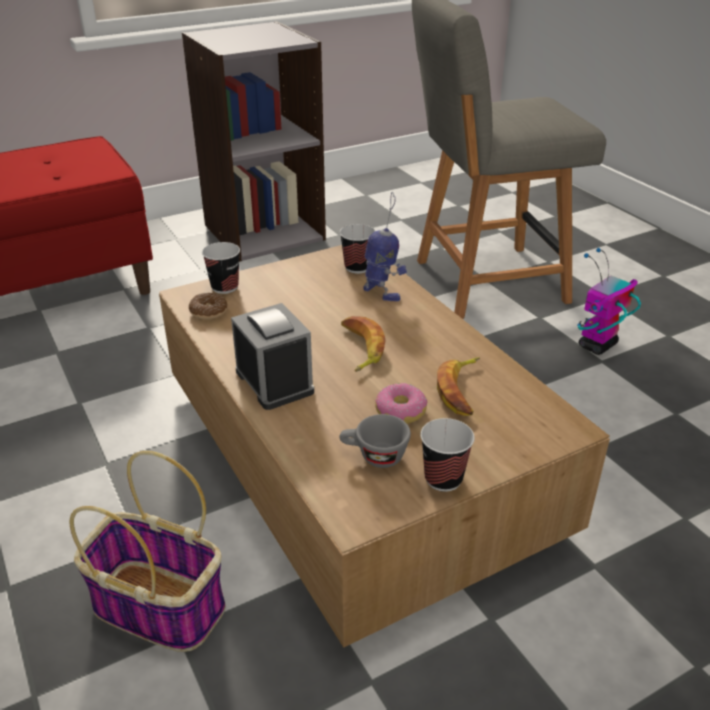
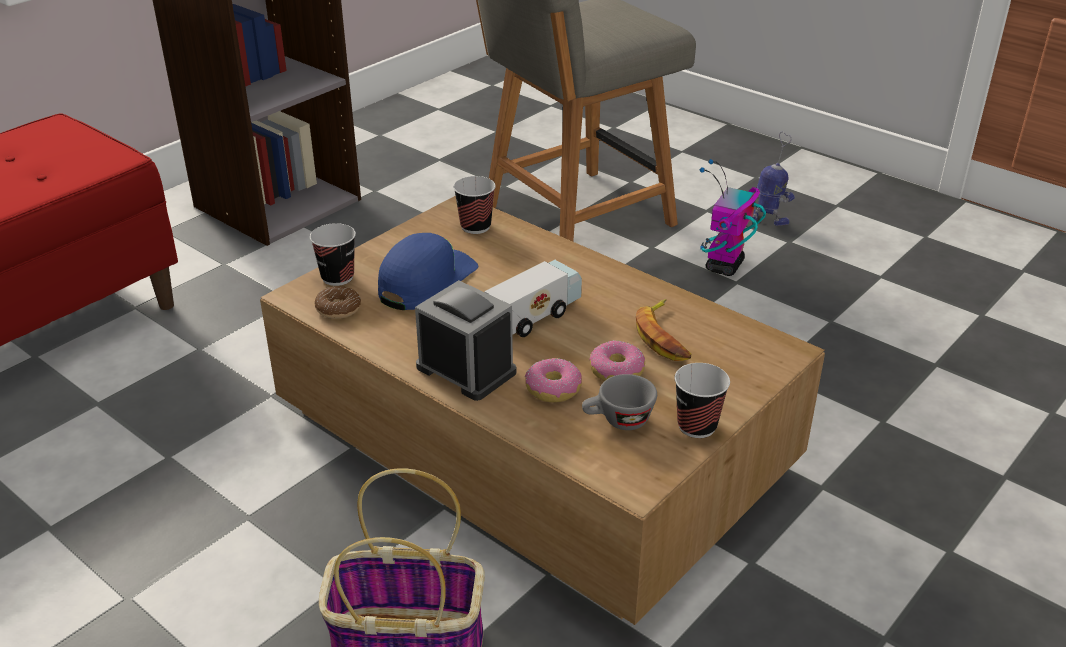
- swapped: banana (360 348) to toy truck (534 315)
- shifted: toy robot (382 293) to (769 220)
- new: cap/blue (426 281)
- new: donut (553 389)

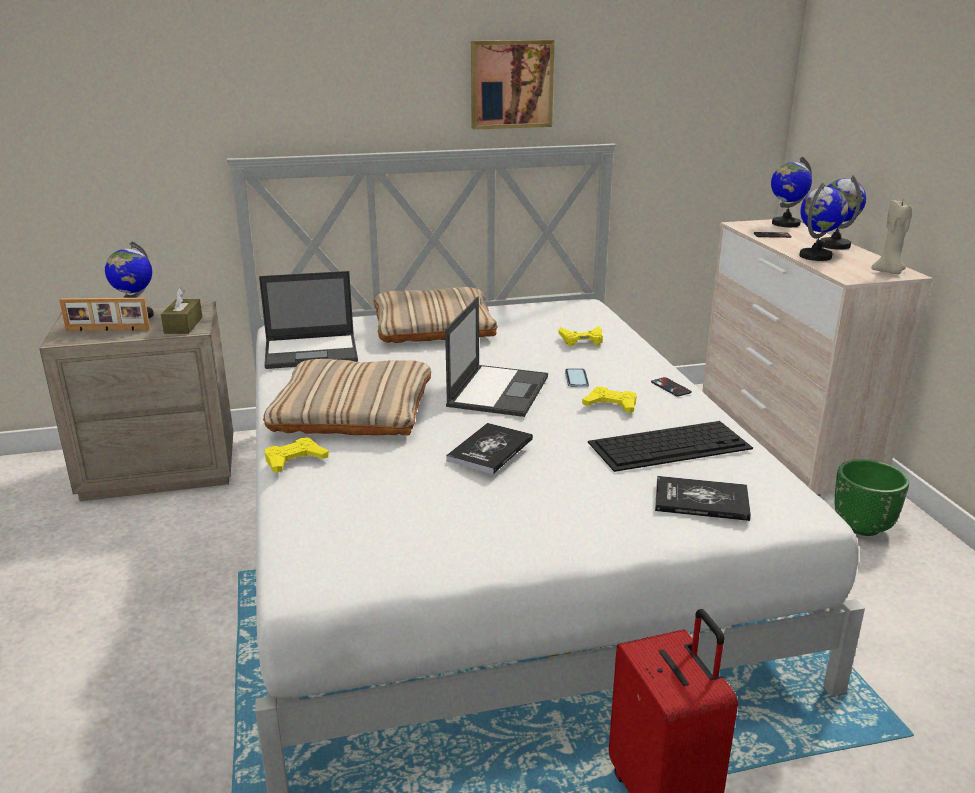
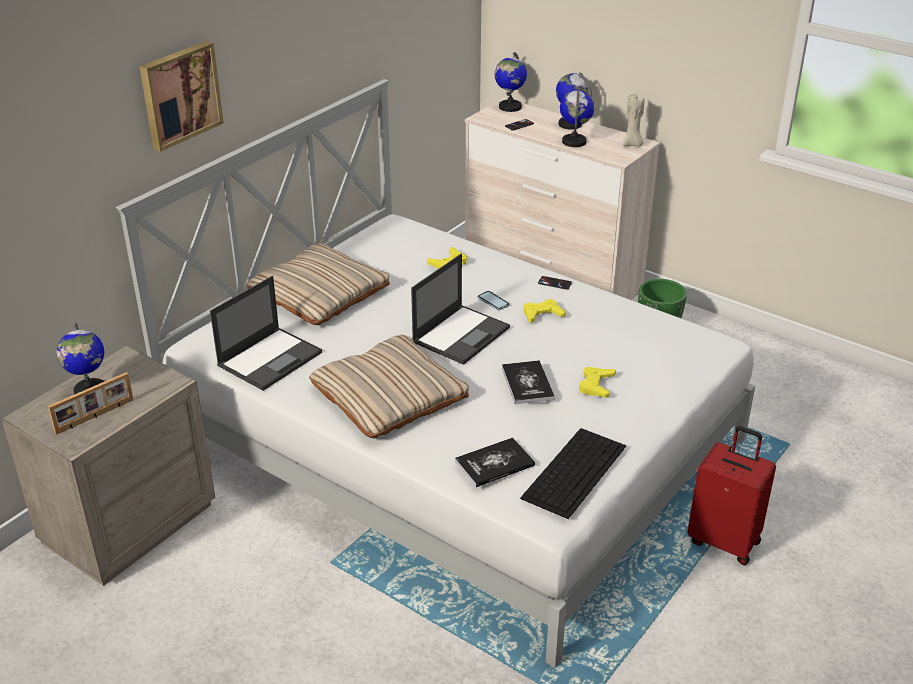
- gone: tissue box/brown (183 325)
- shifted: game controller/yellow (294 460) to (596 385)
- rotated: laptop (498 390) = (461 334) 60 degrees clockwise
- shifted: picture (511 84) to (179 94)
- shifted: keyboard (670 445) to (574 470)
- shifted: book (701 500) to (494 463)

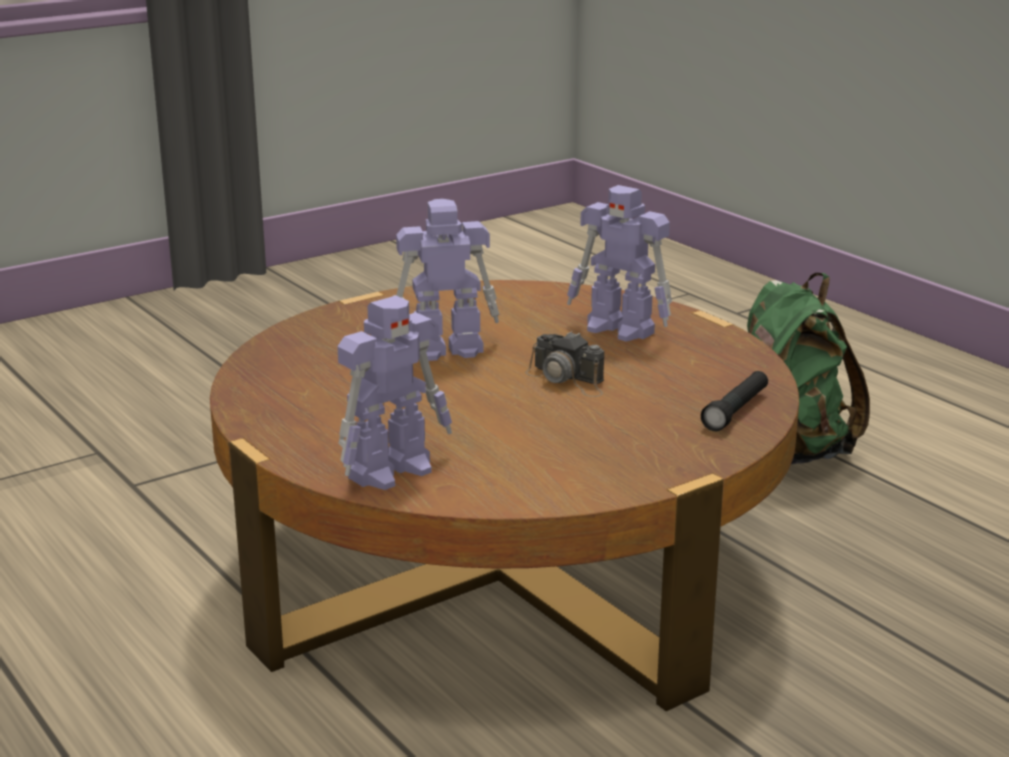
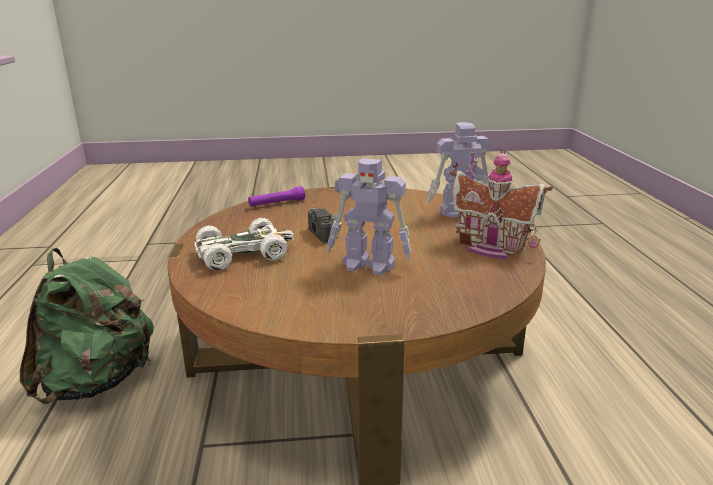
- swapped: toy robot (621 330) to toy car/white (243 254)
- repainted: flashlight/black (736 411) to flashlight/purple (277 203)
- new: toy house (491 248)

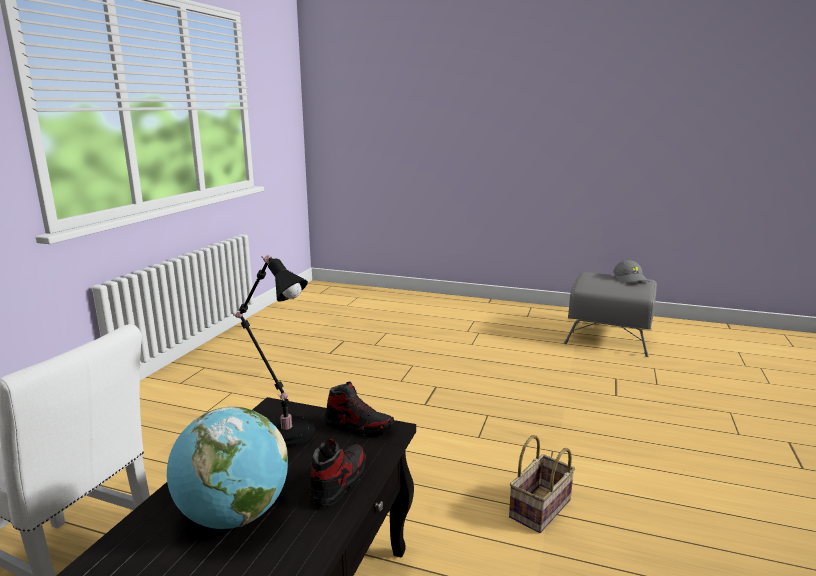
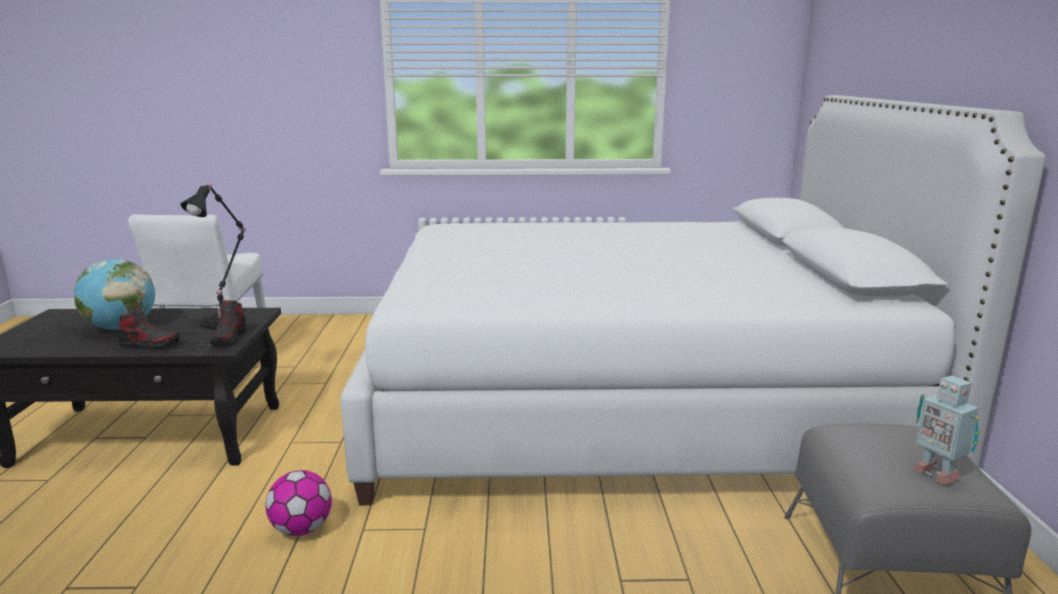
- swapped: basket (540 510) to football (302 529)
- swapped: cap/grey (631 279) to toy robot (936 473)
- new: bed/white (629 404)

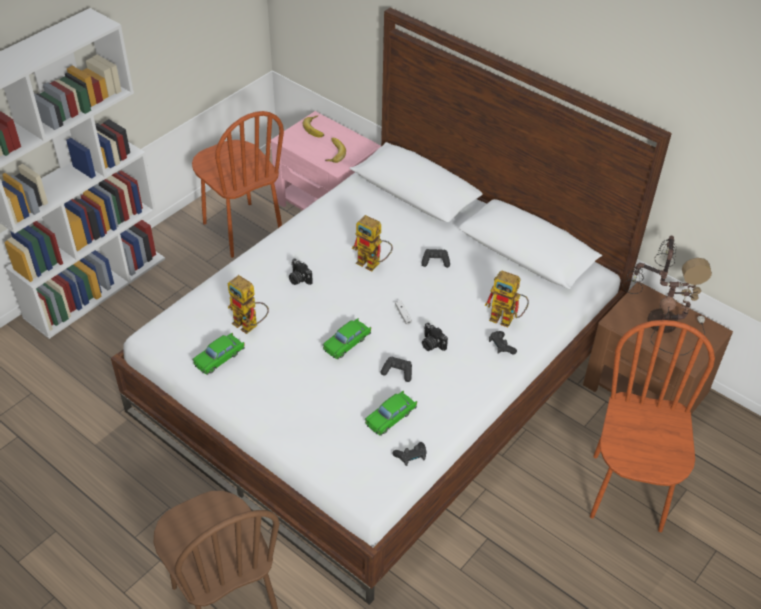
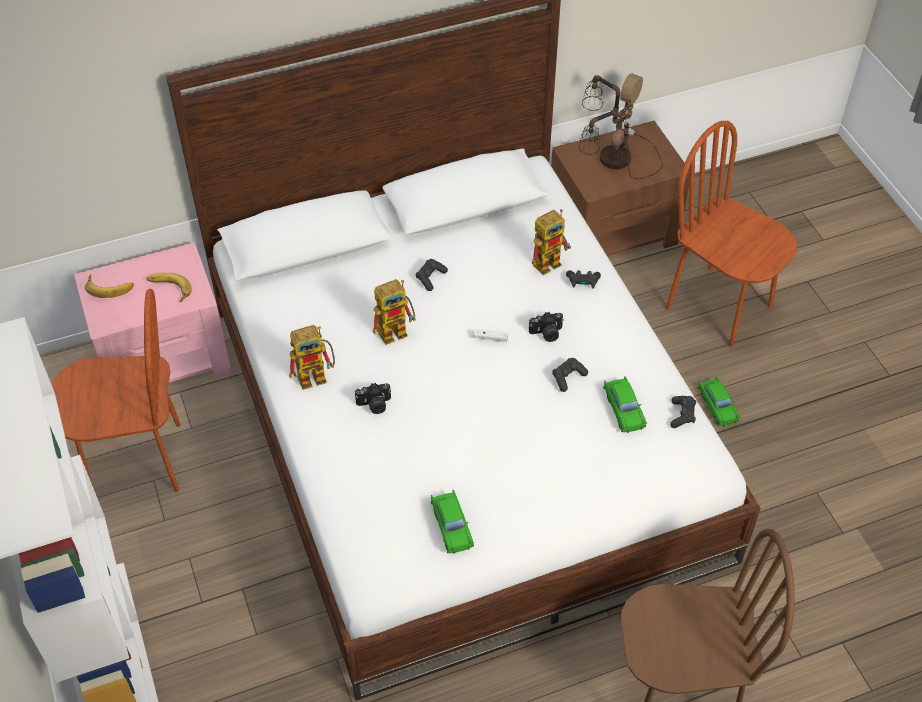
- shifted: toy robot (250 326) to (317 375)
- shifted: toy car/green (347 343) to (717 406)

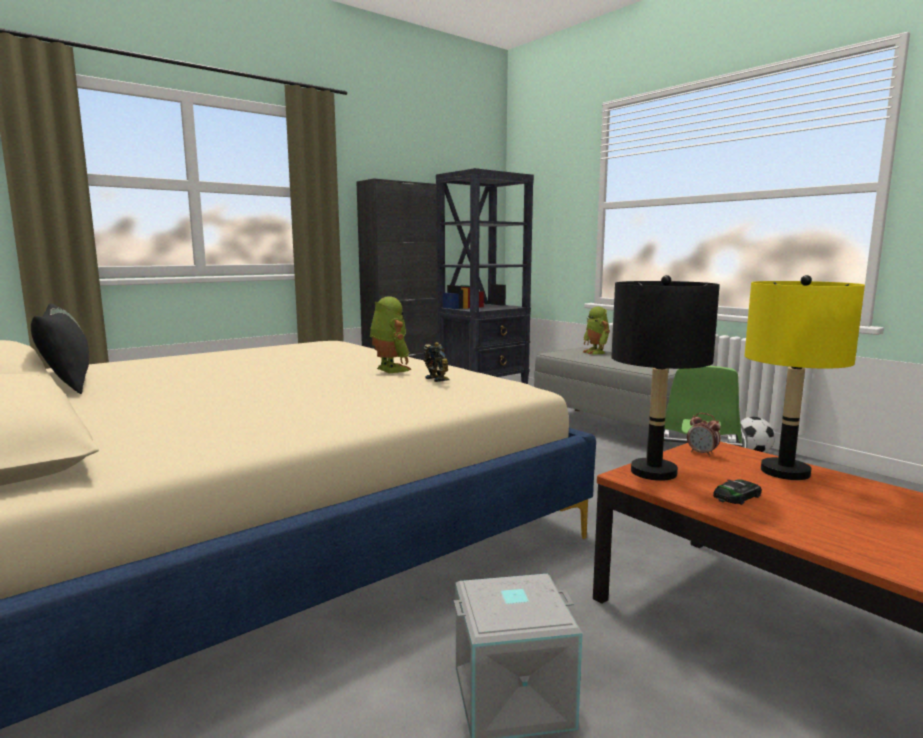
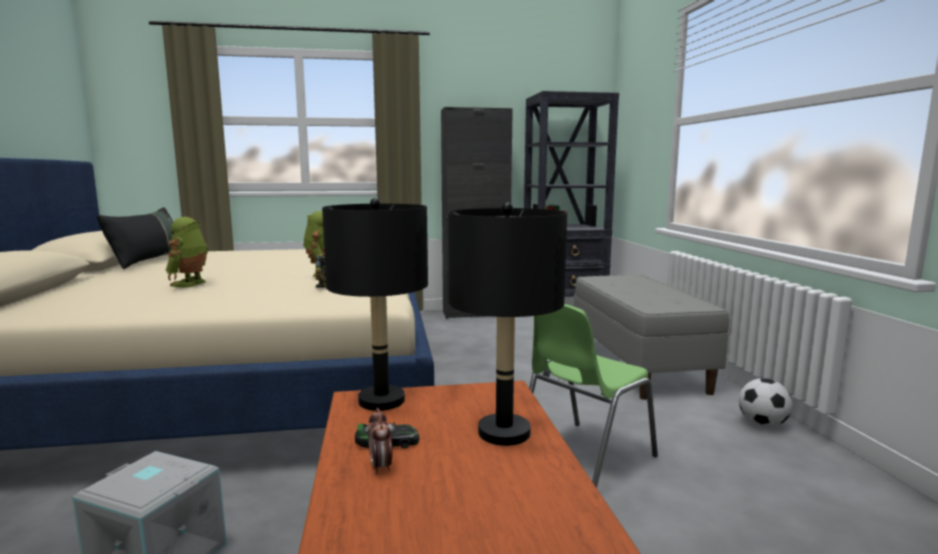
- shifted: toy robot (596 352) to (191 284)
- shifted: alarm clock (702 453) to (381 466)
- repainted: table lamp/yellow (785 472) to table lamp/black (504 433)

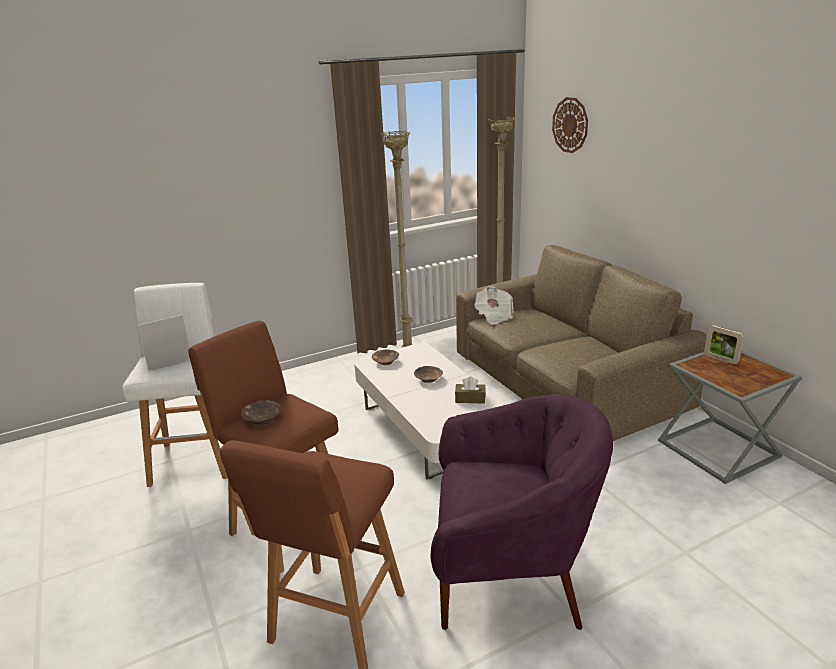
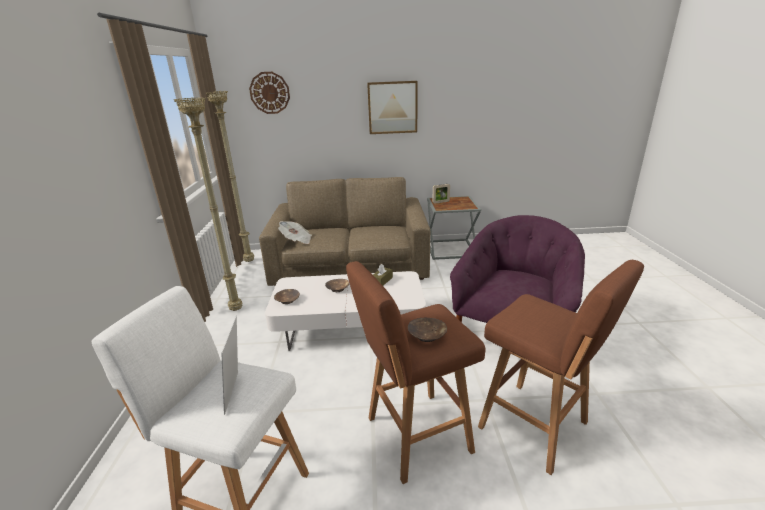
- new: picture (392 107)

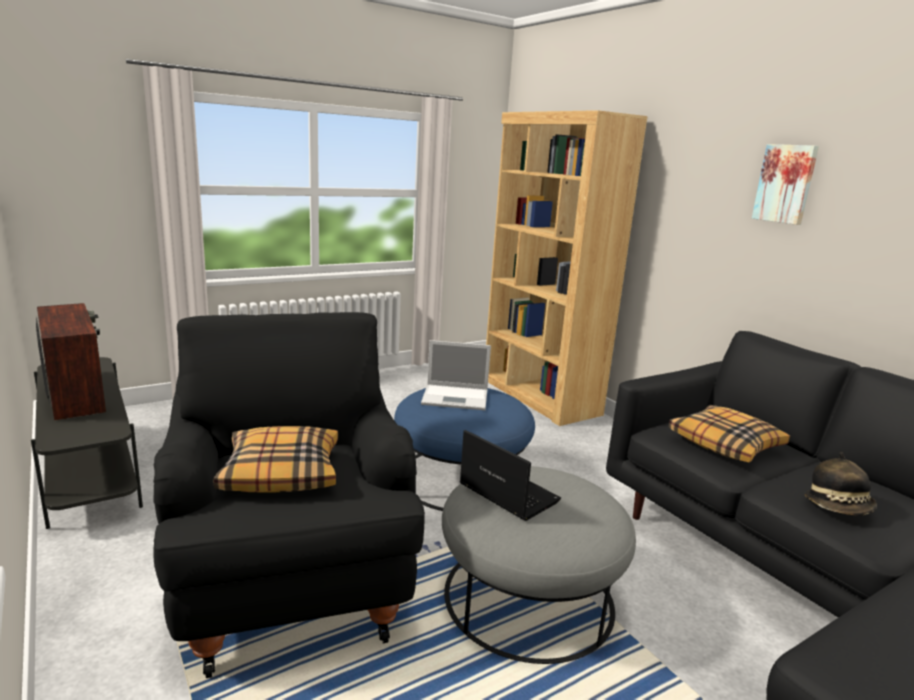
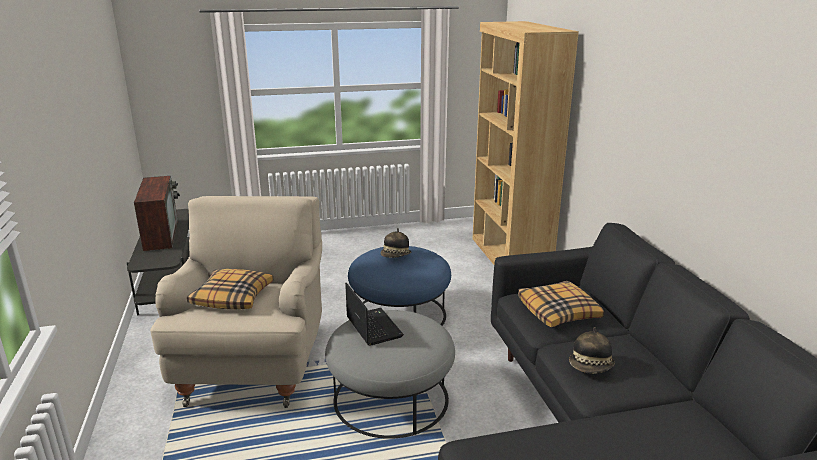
- repainted: armchair/black (291 572) to armchair/beige (255 360)
- swapped: laptop (456 397) to hat (396 256)
- gone: picture (785 184)

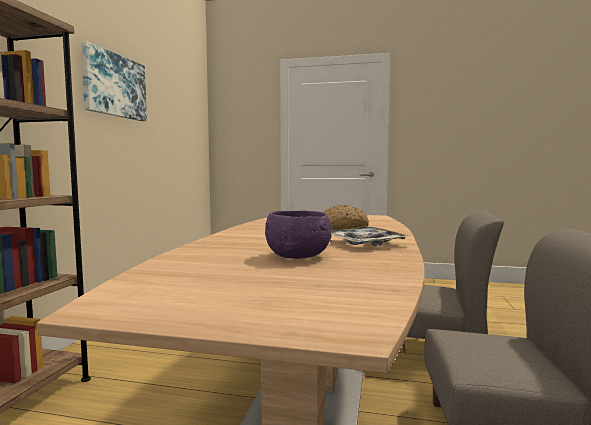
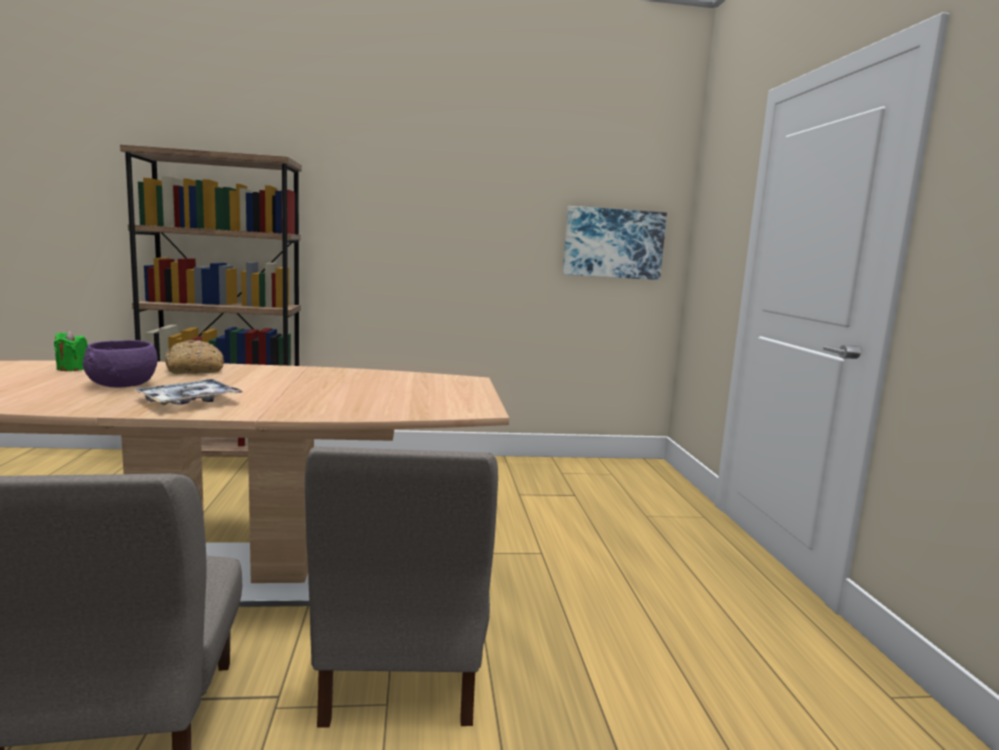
- shifted: picture (114 85) to (613 243)
- shifted: bread (342 229) to (193 369)
- new: candle/green (72 368)

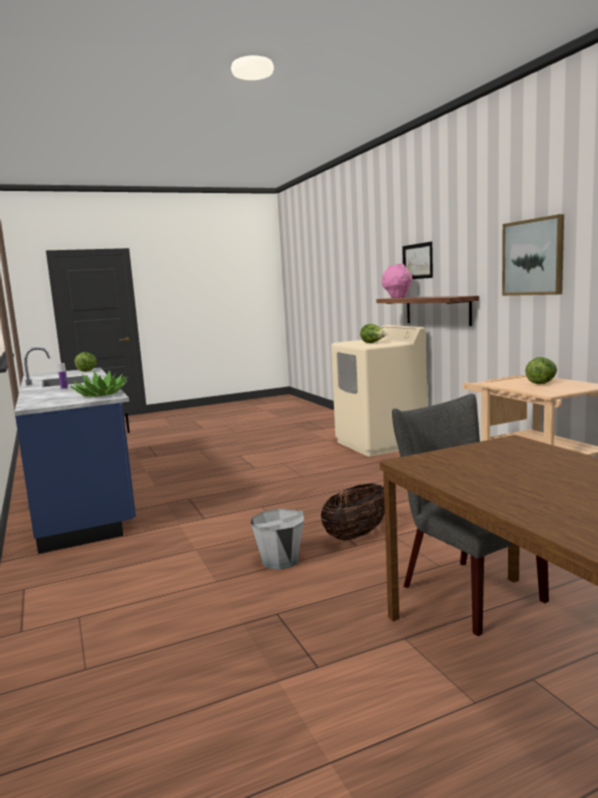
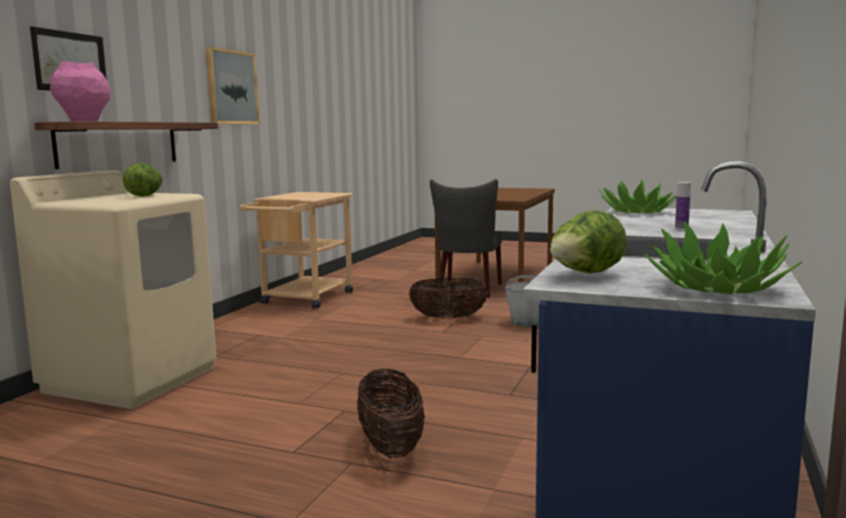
- gone: lettuce (541 383)
- new: basket (391 446)
- new: potted plant (717 287)

